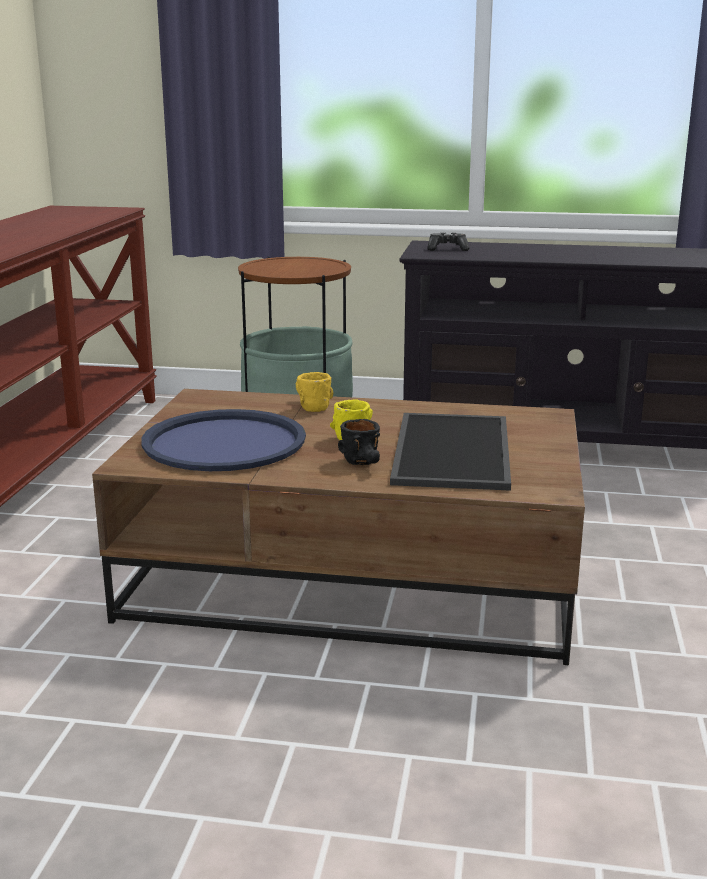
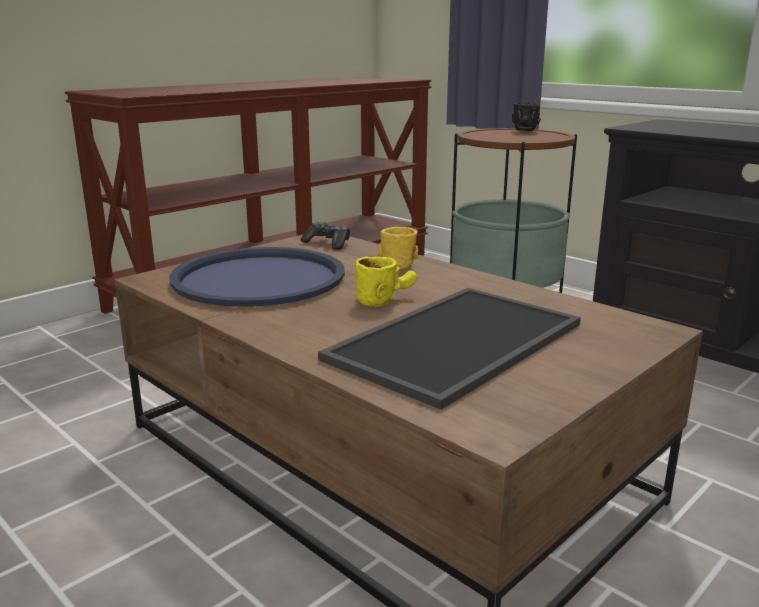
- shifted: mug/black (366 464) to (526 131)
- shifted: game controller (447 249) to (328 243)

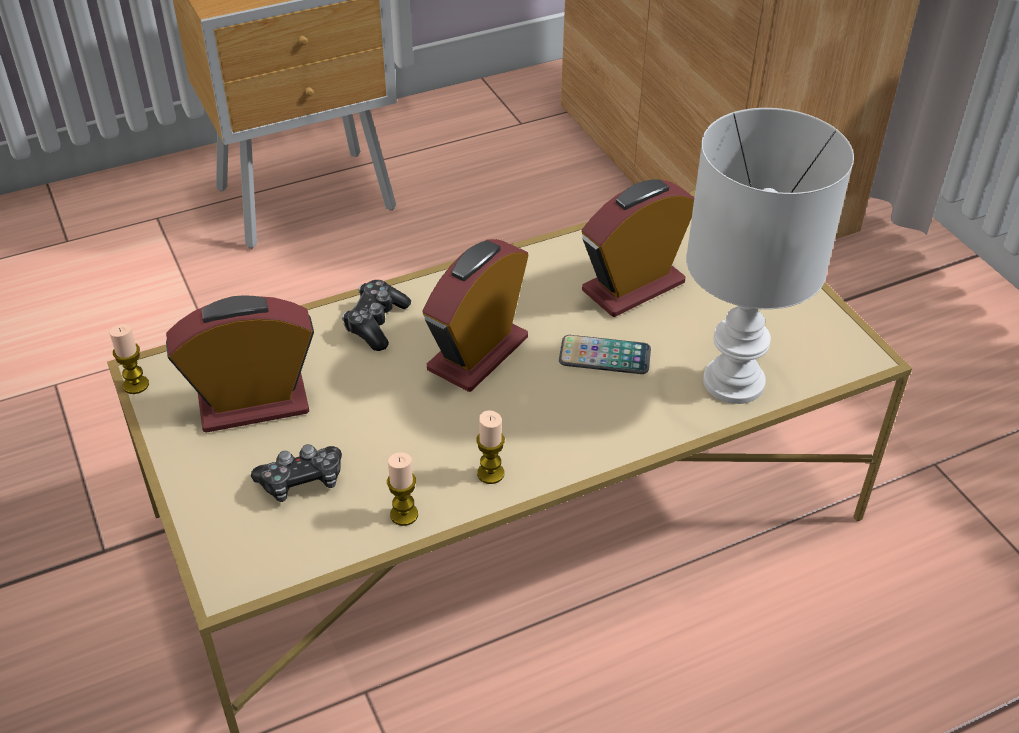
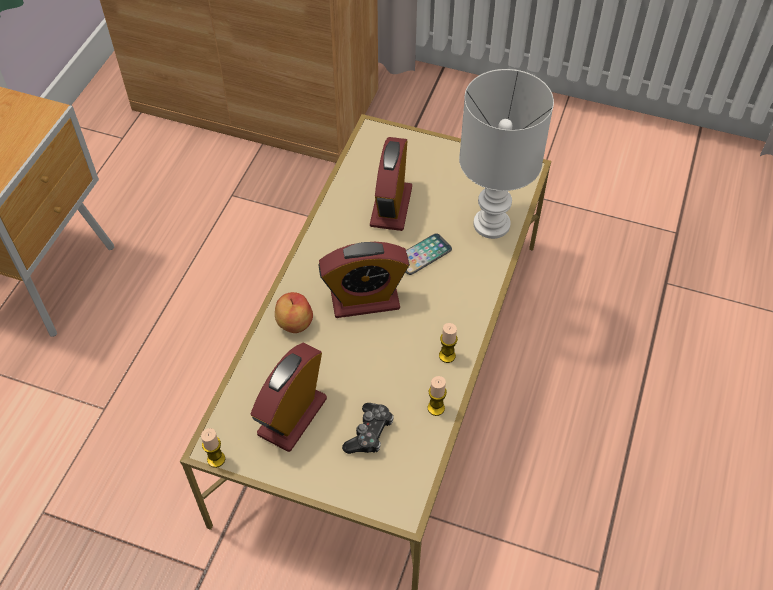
- swapped: game controller (376 323) to apple (294 323)
- rotated: alarm clock (478 354) = (365 300) 90 degrees counterclockwise

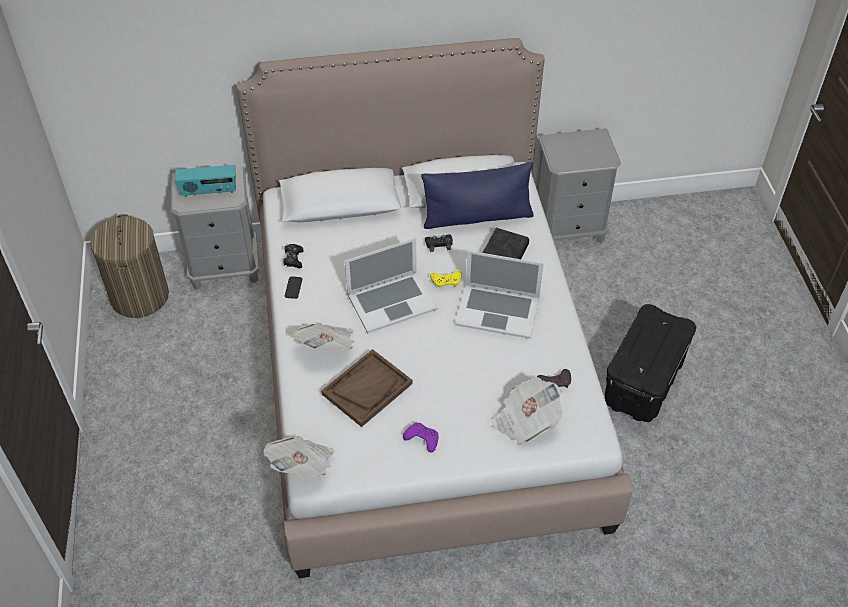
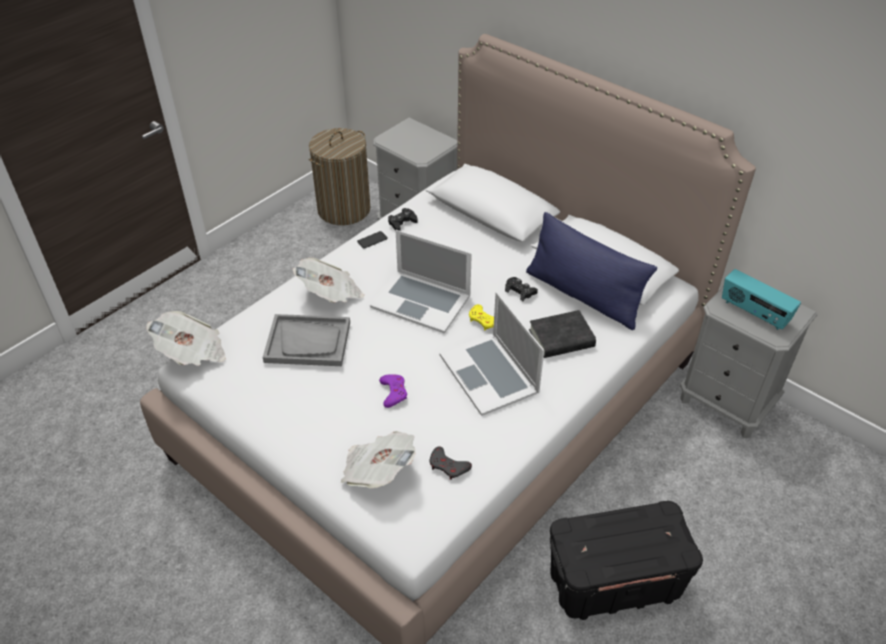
- shifted: radio (209 191) to (754 313)
- repainted: tray/brown (367 389) to tray/grey (308 342)
- shifted: game controller/purple (422 438) to (393 392)

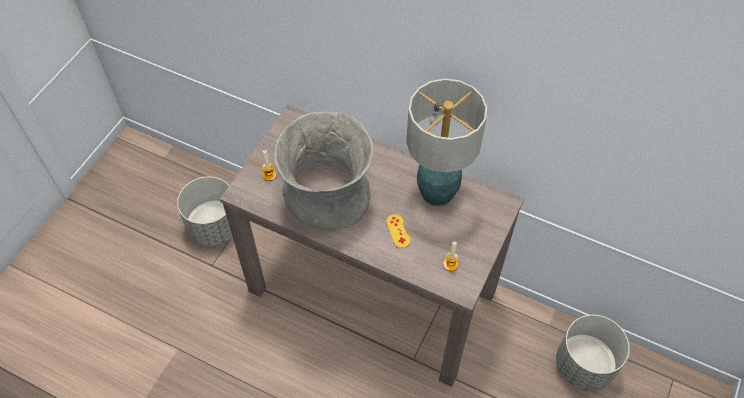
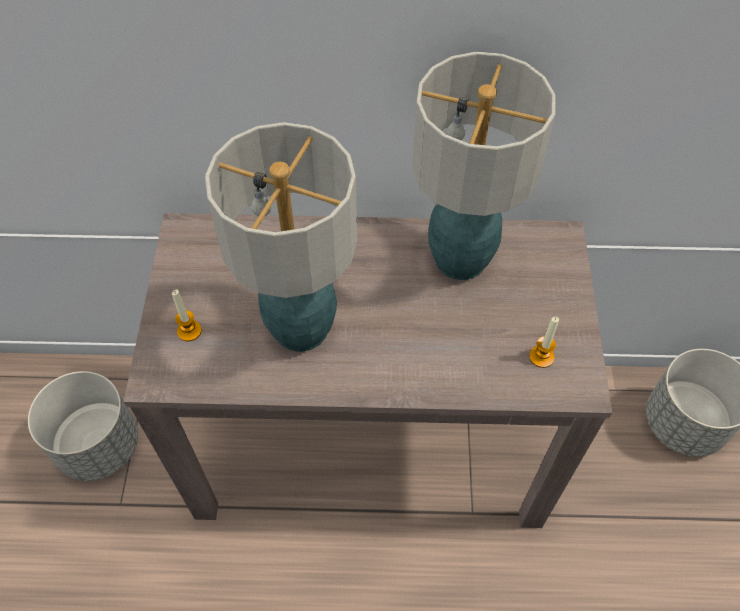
- swapped: vase/grey (327 196) to table lamp (299 328)
- gone: game controller/yellow (398 231)

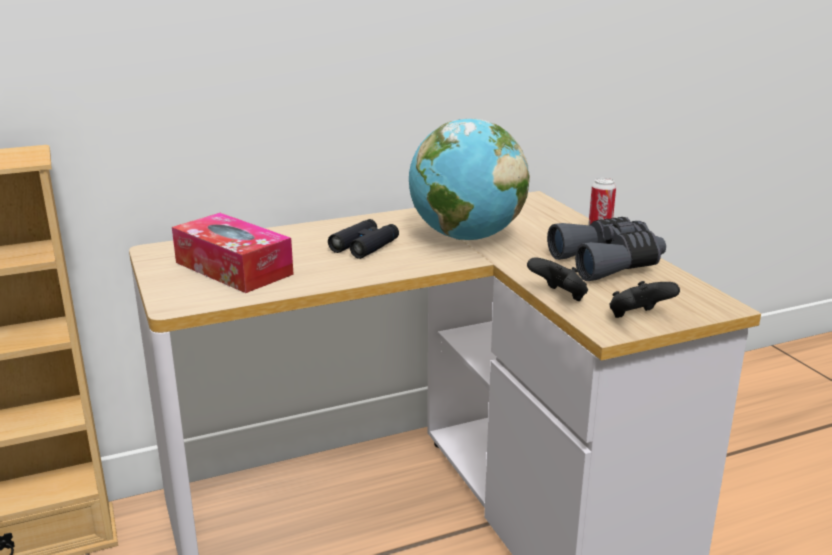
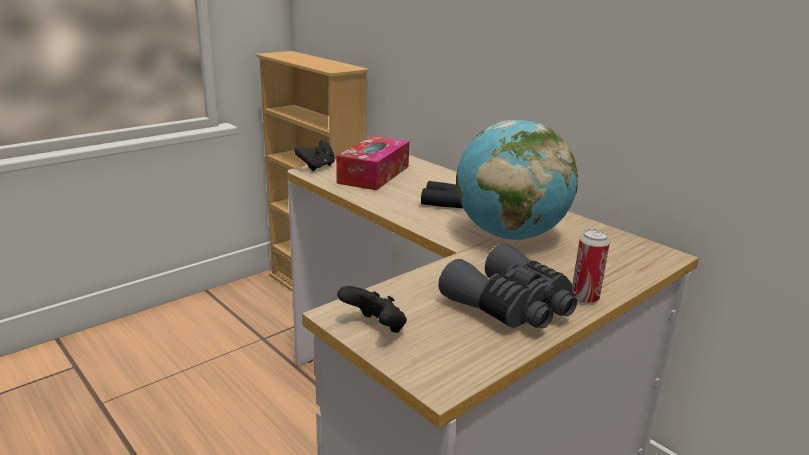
- shifted: game controller/black (559 297) to (317 167)

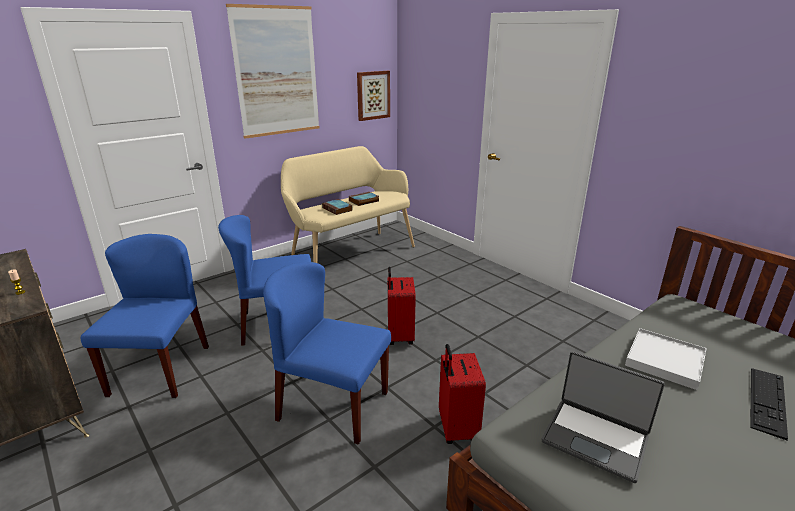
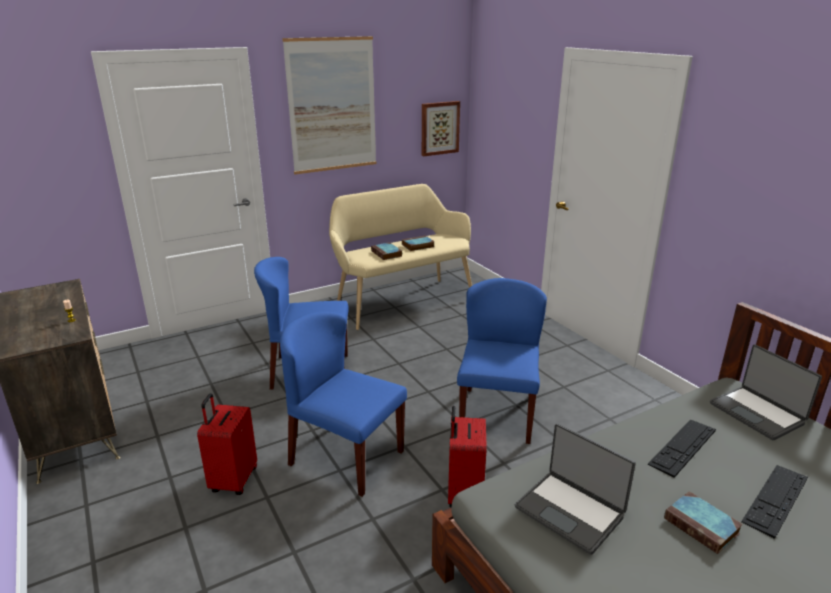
- shifted: chair/blue (160 369) to (497 414)
- shifted: suitcase/red (399 336) to (233 480)
- swapped: tray/white (665 360) to keyboard (682 447)
- new: book (703 526)
- new: laptop (757 413)

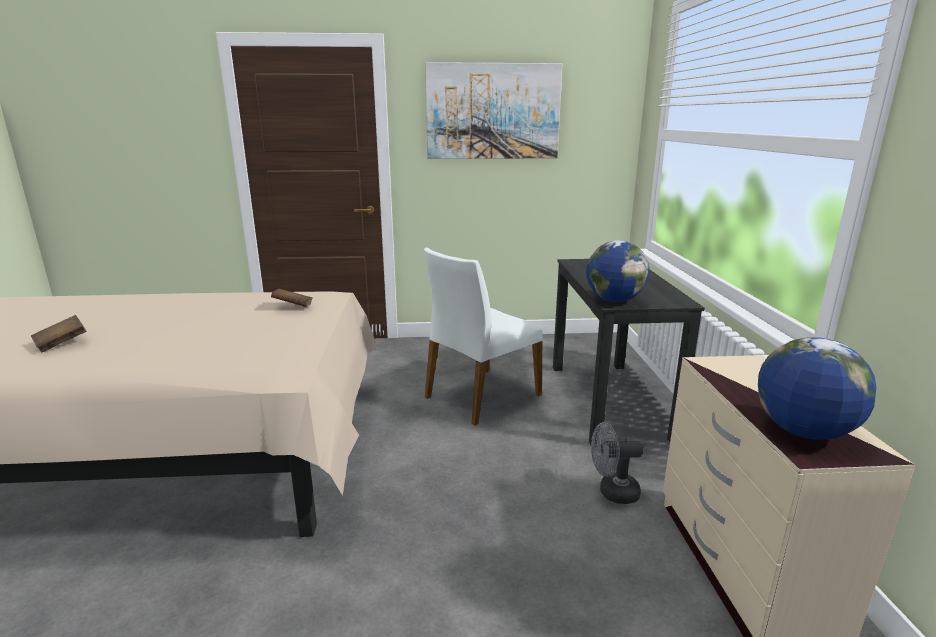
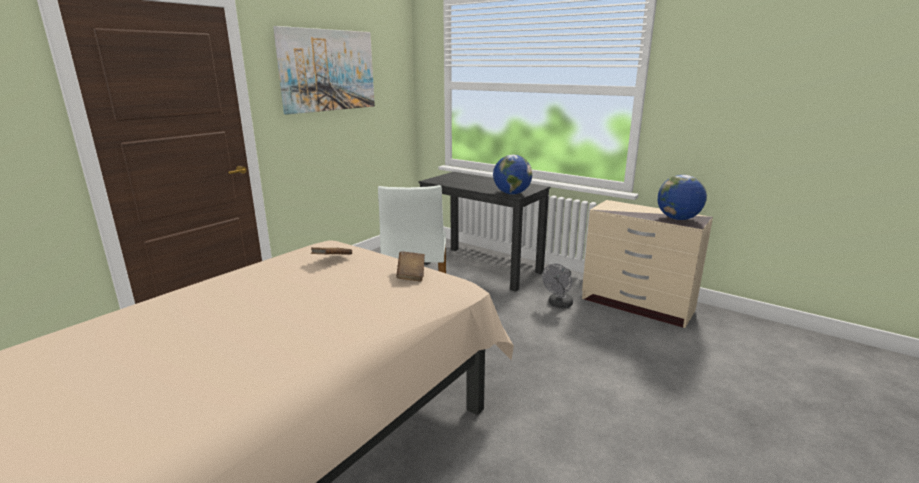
- shifted: book/brown (61 344) to (411 275)

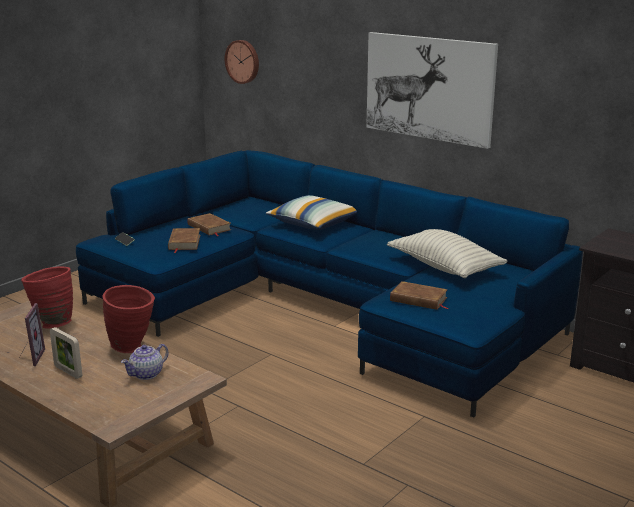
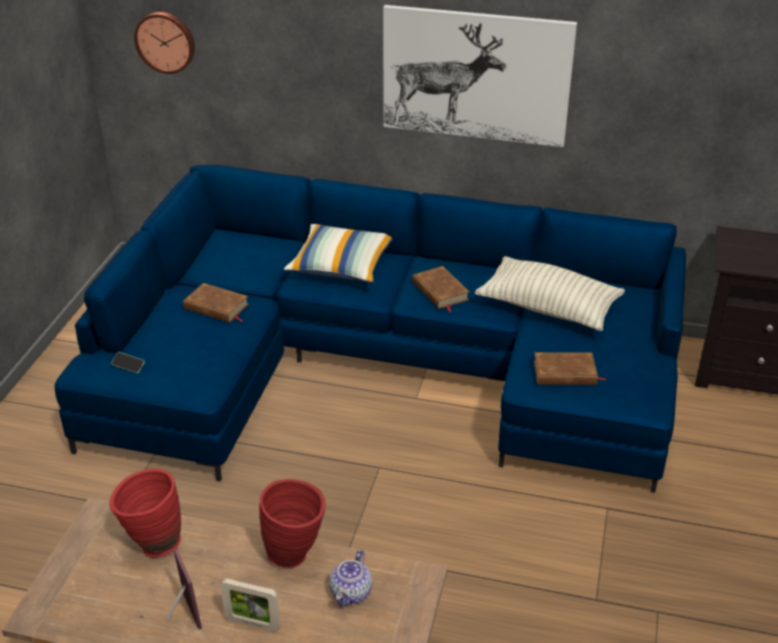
- shifted: book/brown (184 242) to (440 291)

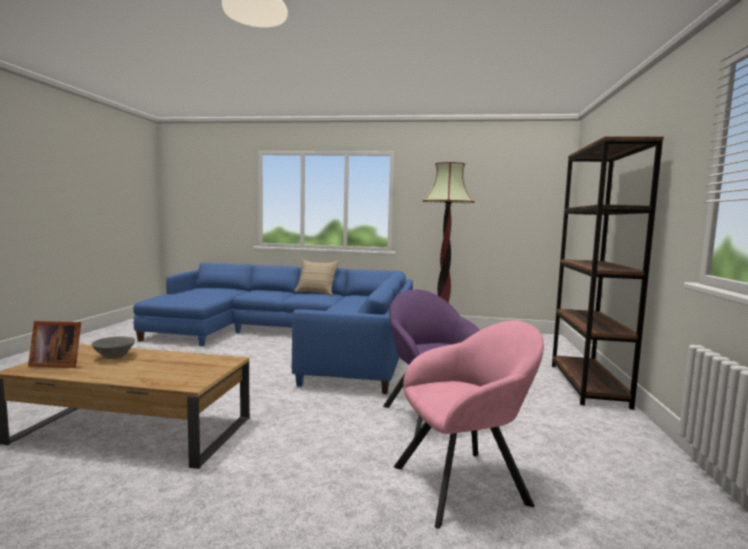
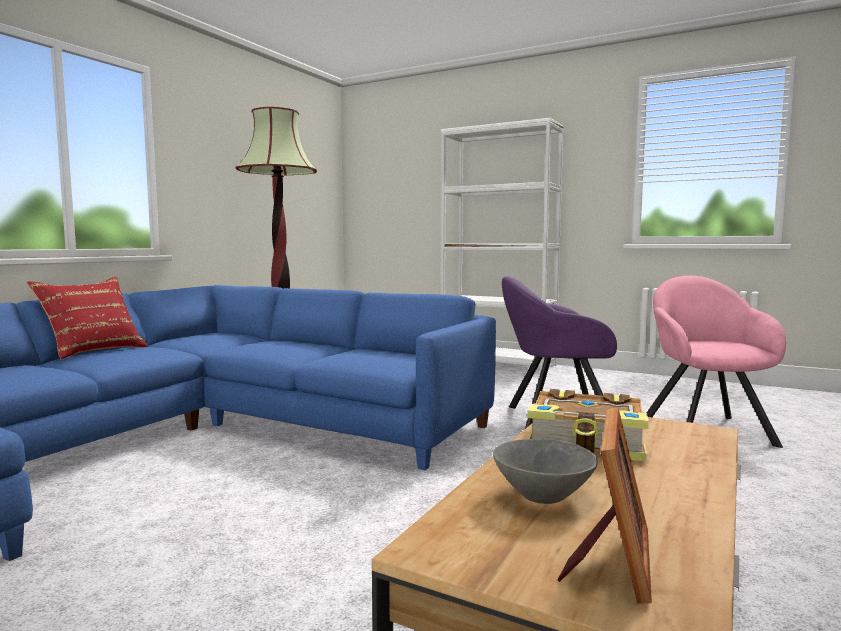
- repainted: pillow/beige (316 292) to pillow/red (93 351)
- repainted: bookcase/brown (588 385) to bookcase/white (498 364)
- new: book (588 443)

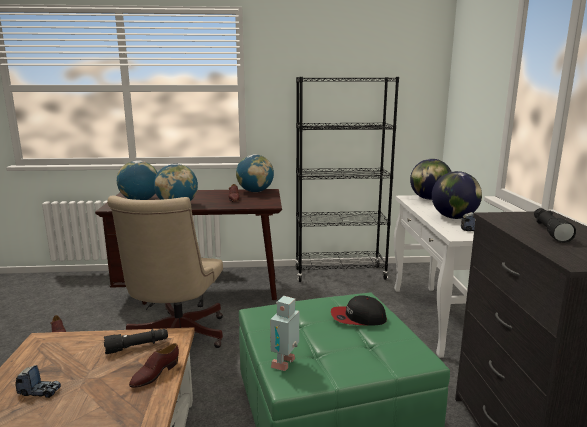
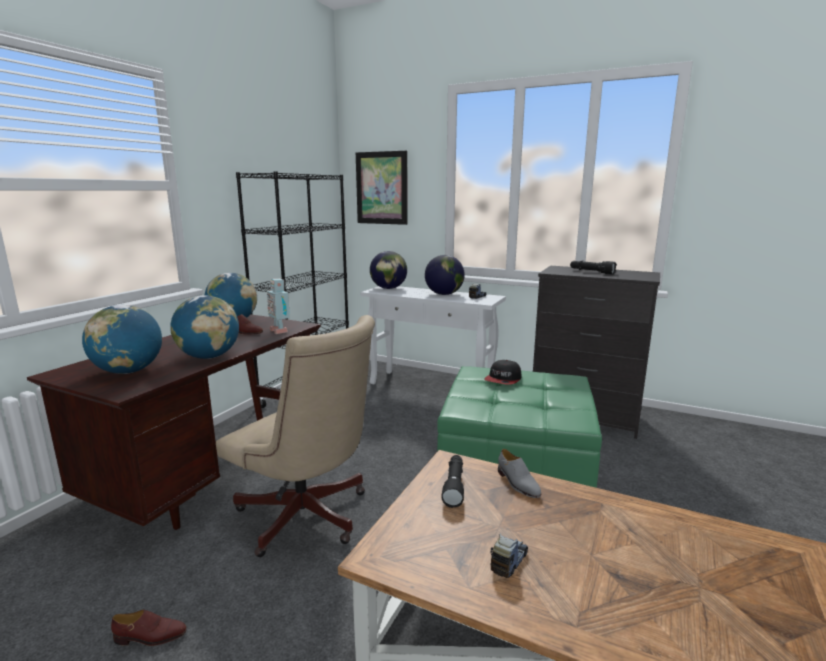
- repainted: shoe/brown (155 374) to shoe/grey (517 483)
- shifted: toy robot (285 363) to (280 331)
- new: picture (381 188)

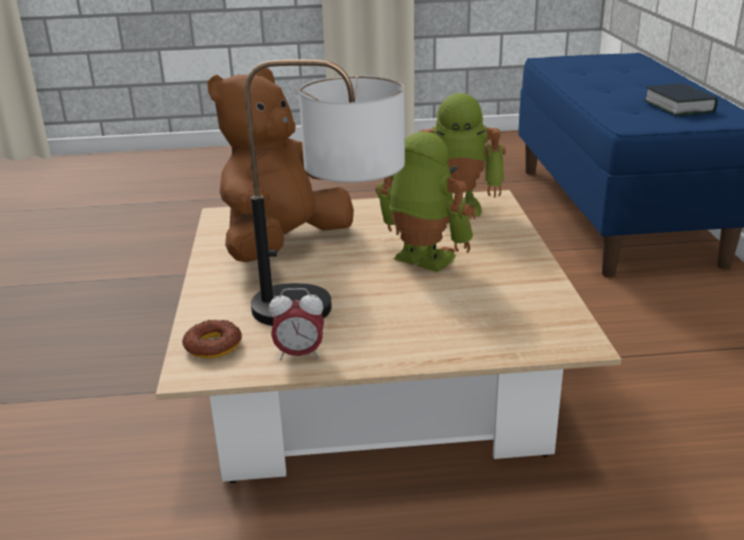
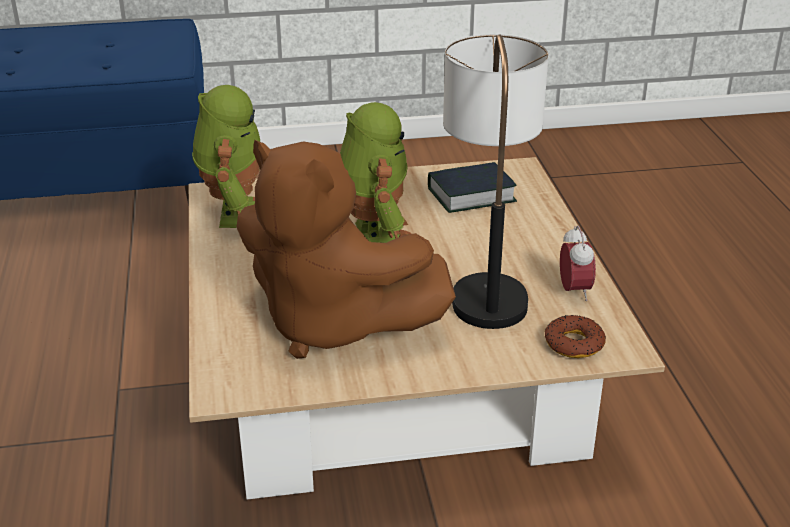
- rotated: toy robot (421 260) = (374 234) 135 degrees clockwise
- shifted: book (678 107) to (471 195)

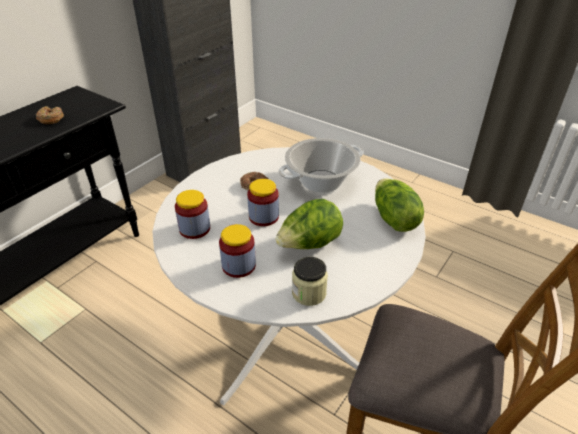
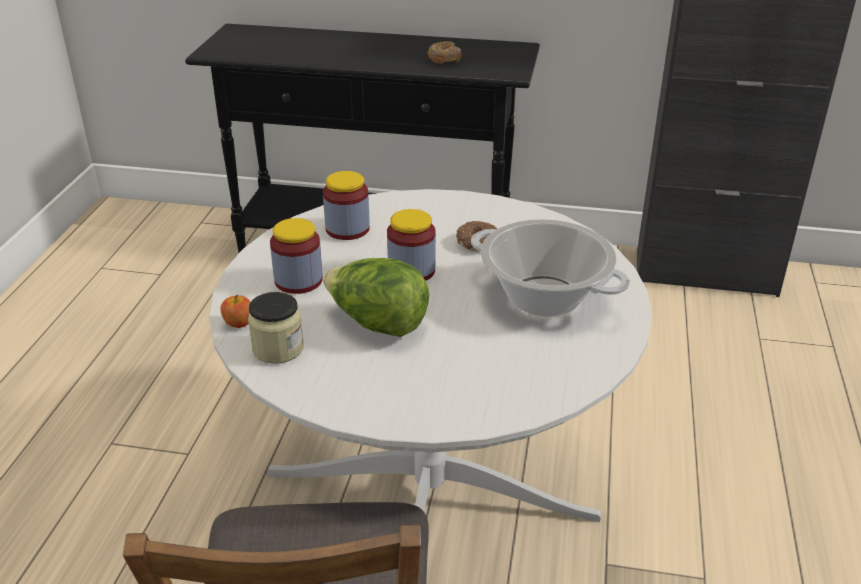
- gone: lettuce (393 219)
- new: apple (238 323)

